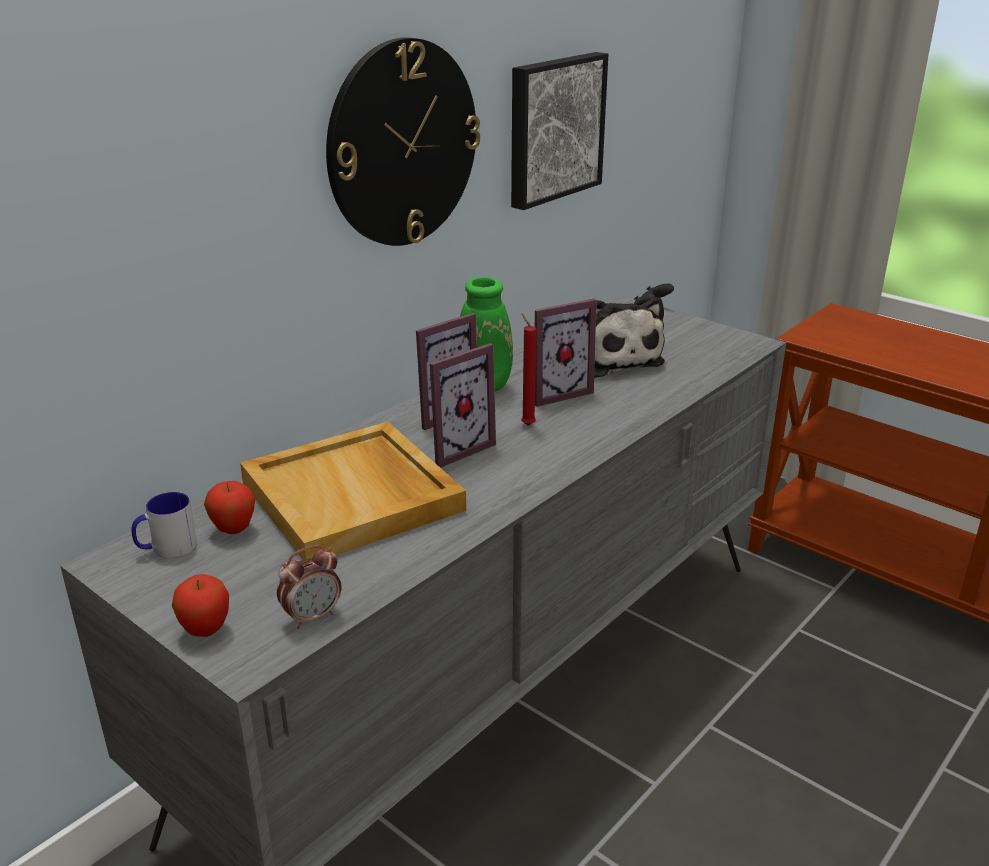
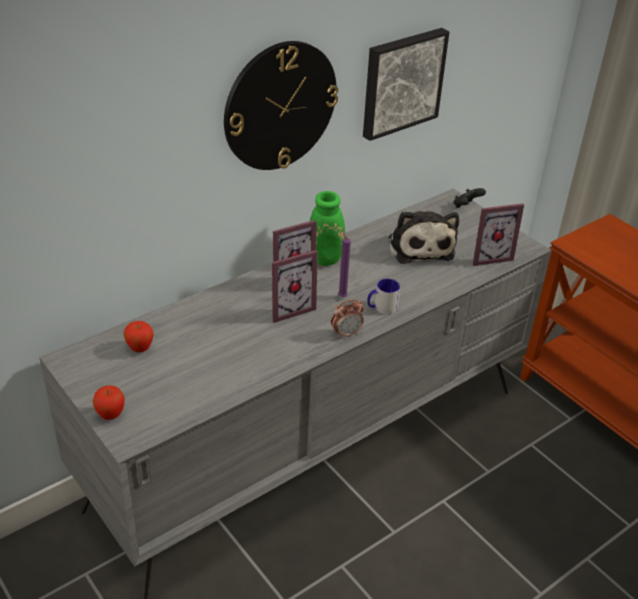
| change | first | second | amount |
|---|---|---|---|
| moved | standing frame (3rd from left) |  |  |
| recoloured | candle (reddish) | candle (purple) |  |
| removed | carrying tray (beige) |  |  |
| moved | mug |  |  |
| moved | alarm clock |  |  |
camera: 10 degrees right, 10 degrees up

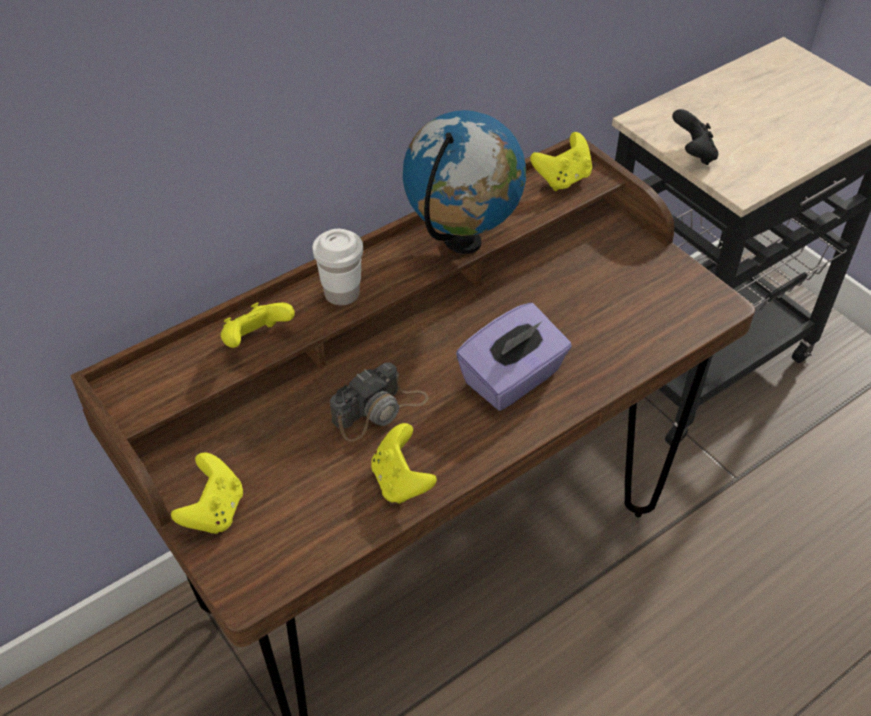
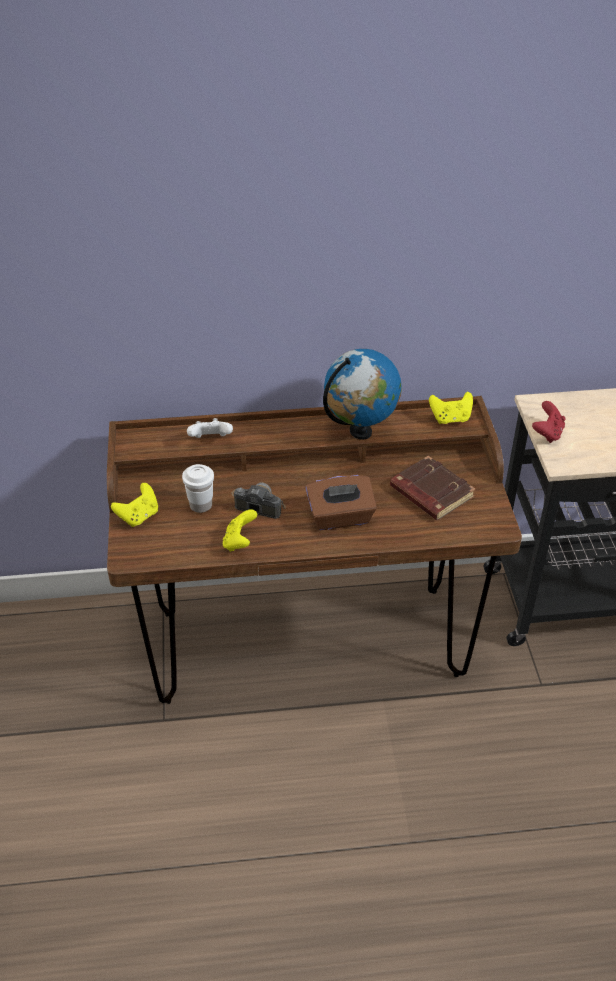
| change | first | second | amount |
|---|---|---|---|
| recoloured | game controller (black) | game controller (reddish) |  |
| moved | cup (white-coloured) |  |  |
| recoloured | game controller (yellow-coloured) (2nd from left) | game controller (white-coloured) |  |
| recoloured | tissue holder (purple) | tissue holder (brown-coloured) |  |
| turned | still camera |  | 150 degrees counterclockwise |
| added |  | volume (brown-coloured) |  |
camera: 30 degrees right, 5 degrees down

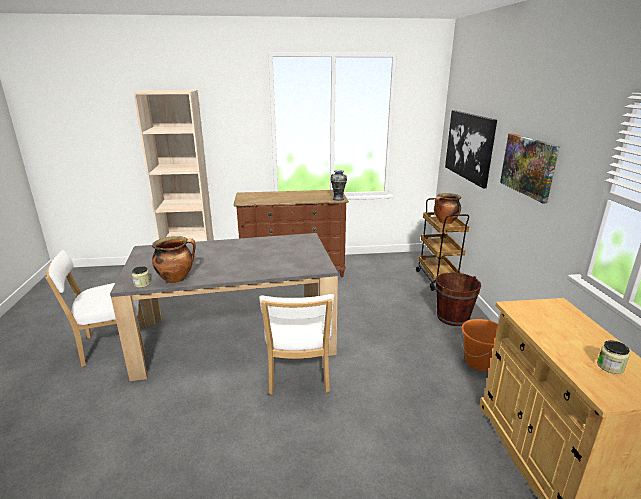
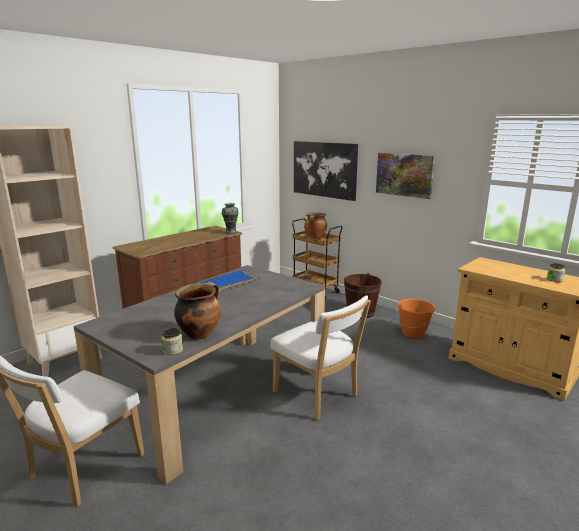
| change | first | second | amount |
|---|---|---|---|
| added |  | carrying tray (blue) |  |
camera: 40 degrees left, 5 degrees down

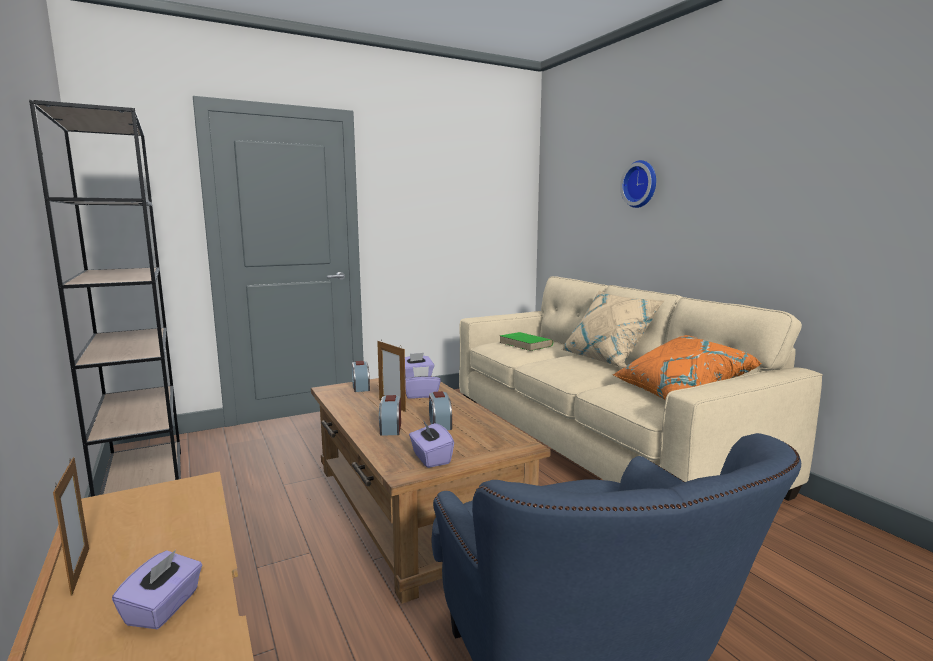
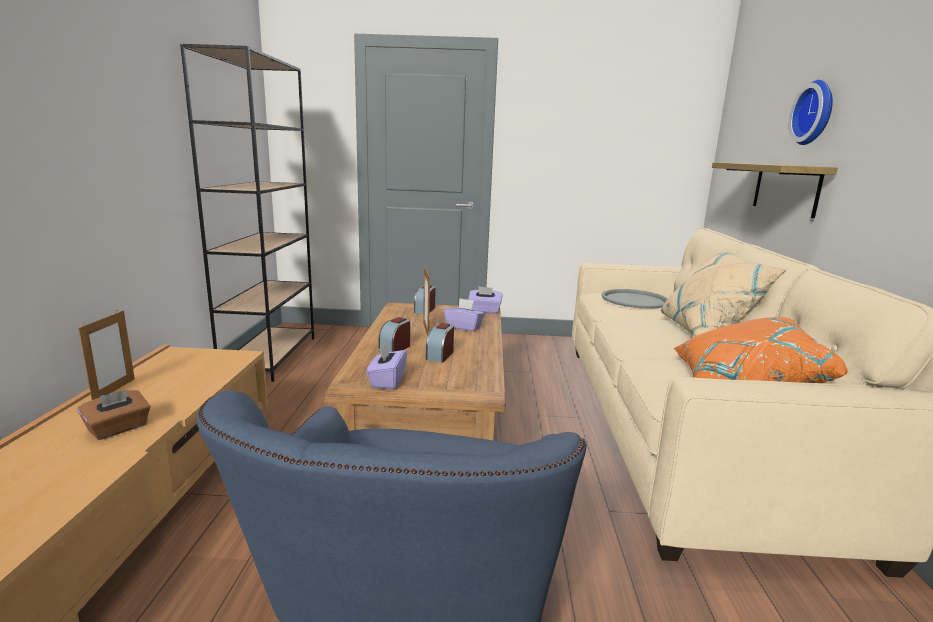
| change | first | second | amount |
|---|---|---|---|
| replaced | volume (greenish) | carrying tray (greyish) |  |
| recoloured | tissue holder (purple) (1st from left) | tissue holder (brown-coloured) |  |
| added |  | bracket shelf |  |
camera: 30 degrees right, 5 degrees up

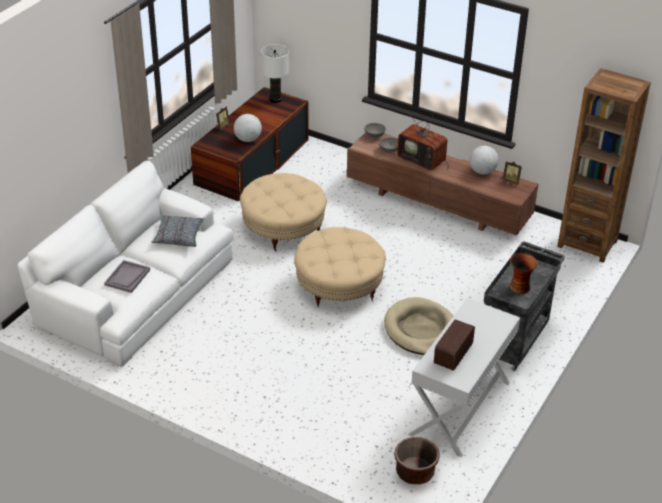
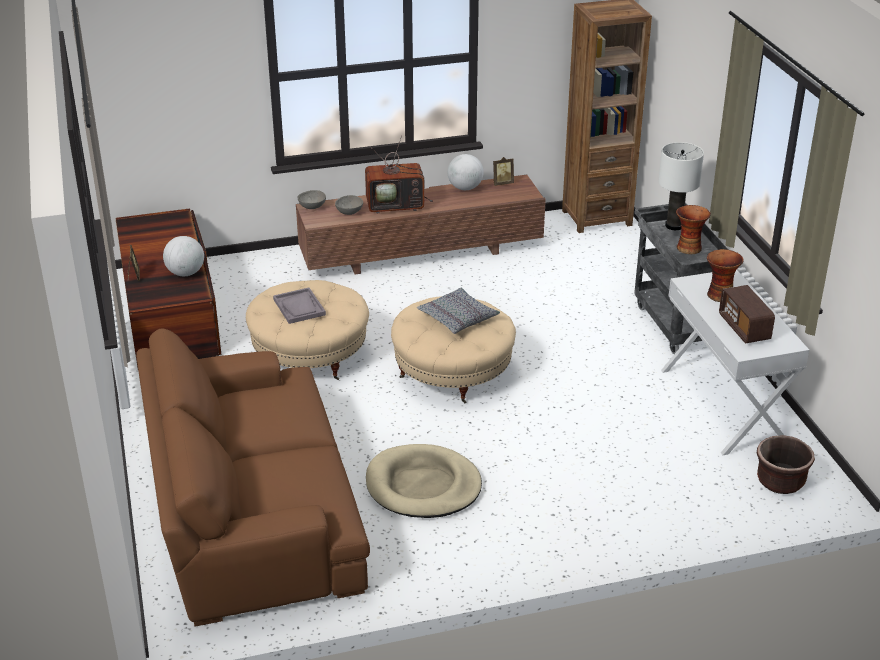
| change | first | second | amount |
|---|---|---|---|
| moved | table lamp (white-coloured) |  |  |
| recoloured | settee (white-coloured) | settee (brown-coloured) |  |
| moved | throw pillow (greyish) |  |  |
| moved | carrying tray (greyish) |  |  |
| moved | pet bed (beige) |  |  |
| added |  | vase (2nd from left) |  |
camera: 45 degrees left, 5 degrees down

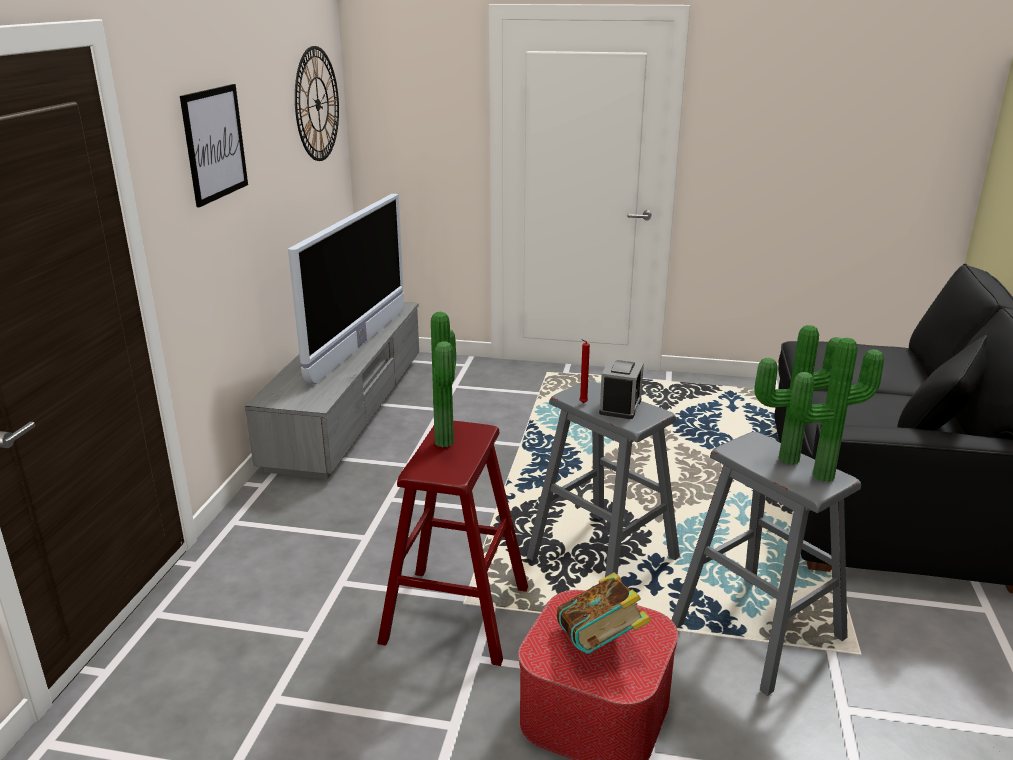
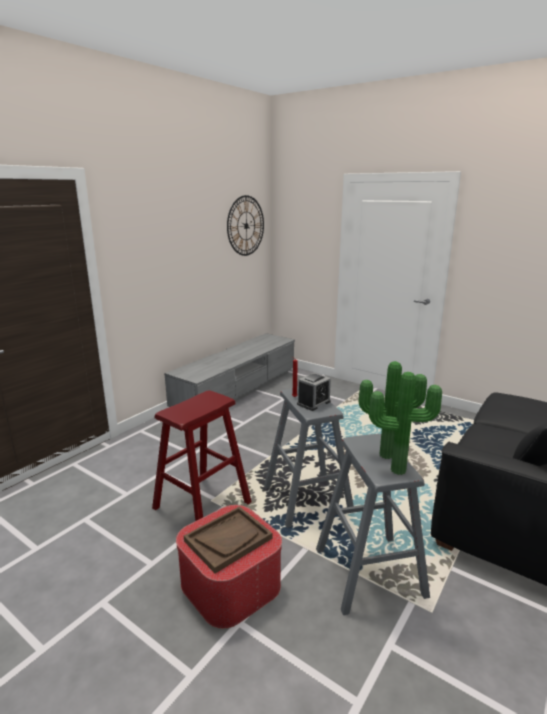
| change | first | second | amount |
|---|---|---|---|
| removed | wall art |  |  |
| removed | TV |  |  |
| removed | plant in a pot (1st from left) |  |  |
| replaced | volume | carrying tray (brown-coloured) |  |
camera: 25 degrees right, 5 degrees down

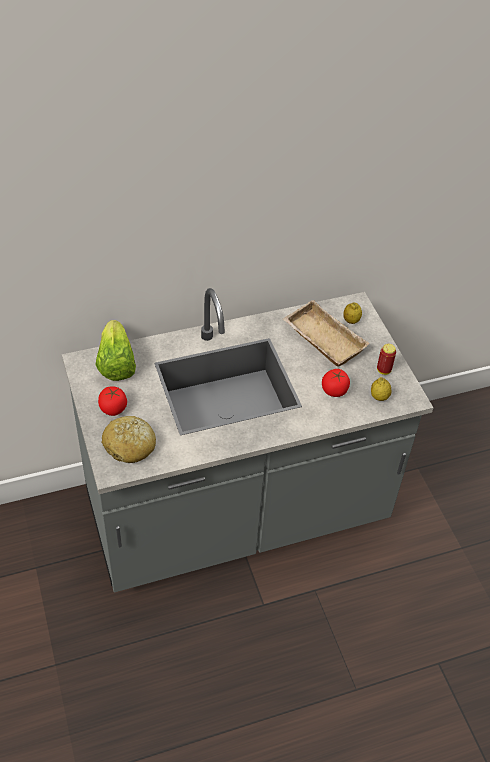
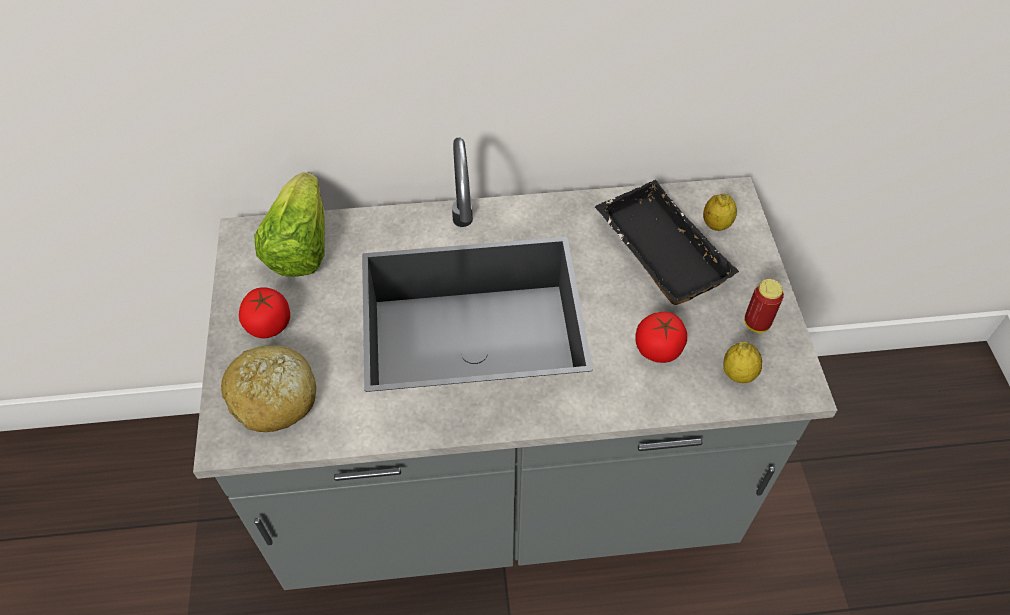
| change | first | second | amount |
|---|---|---|---|
| recoloured | carrying tray (beige) | carrying tray (black) |  |
camera: 15 degrees right, 5 degrees up

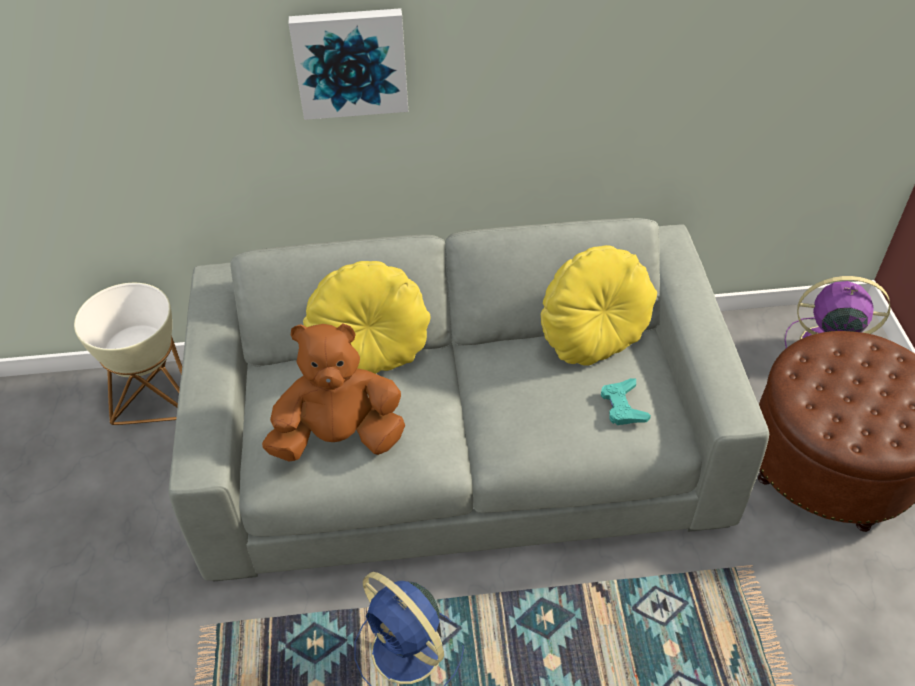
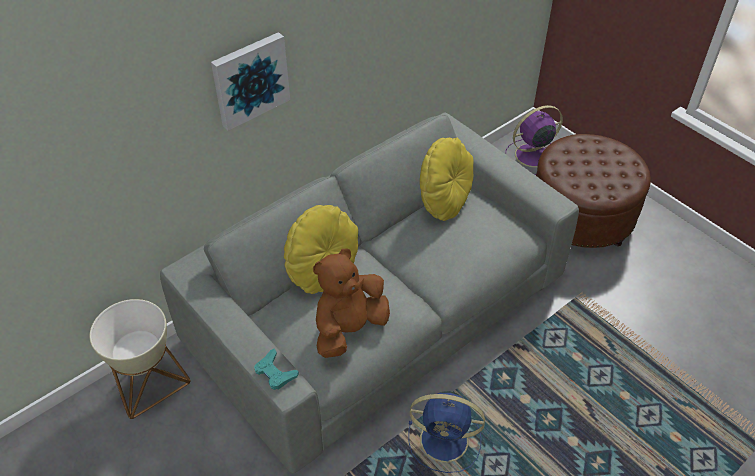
| change | first | second | amount |
|---|---|---|---|
| moved | game controller (blue-green) |  |  |
camera: 35 degrees left, 0 degrees up

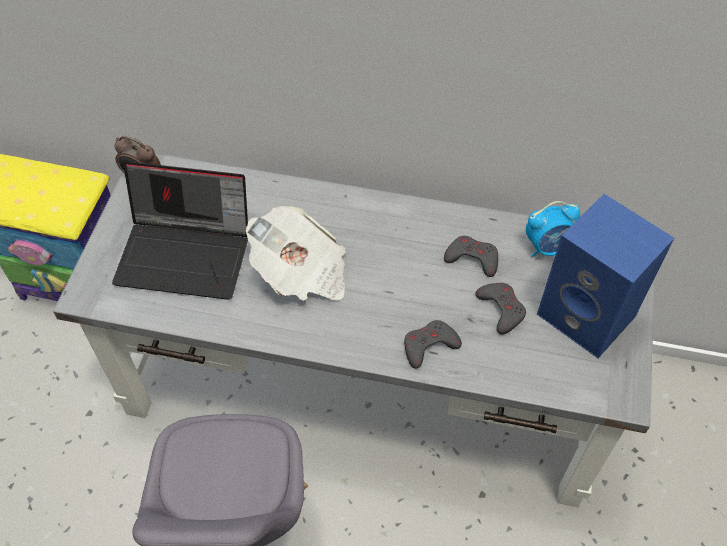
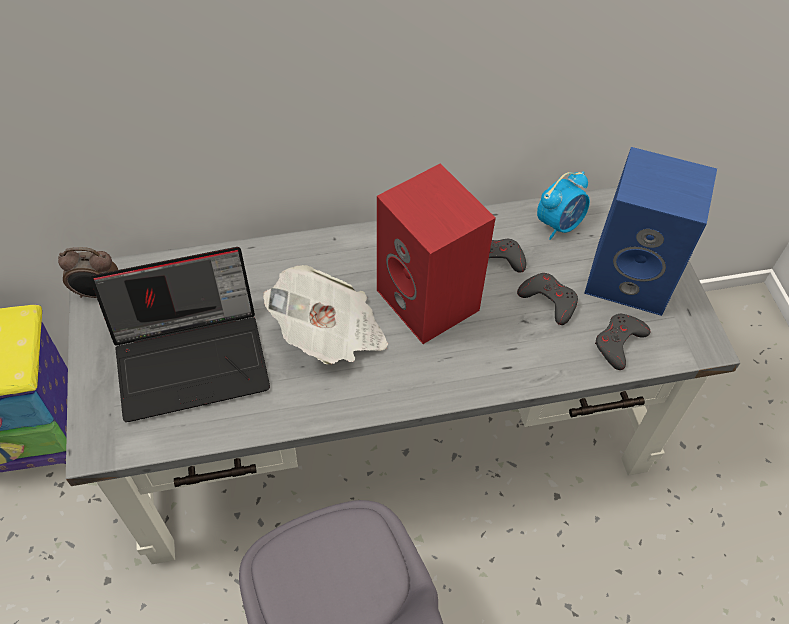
| change | first | second | amount |
|---|---|---|---|
| moved | game controller (greyish) (1st from left in the first image) | game controller (greyish) (3rd from left) |  |
| added |  | loudspeaker (reddish) |  |
camera: 25 degrees left, 0 degrees up

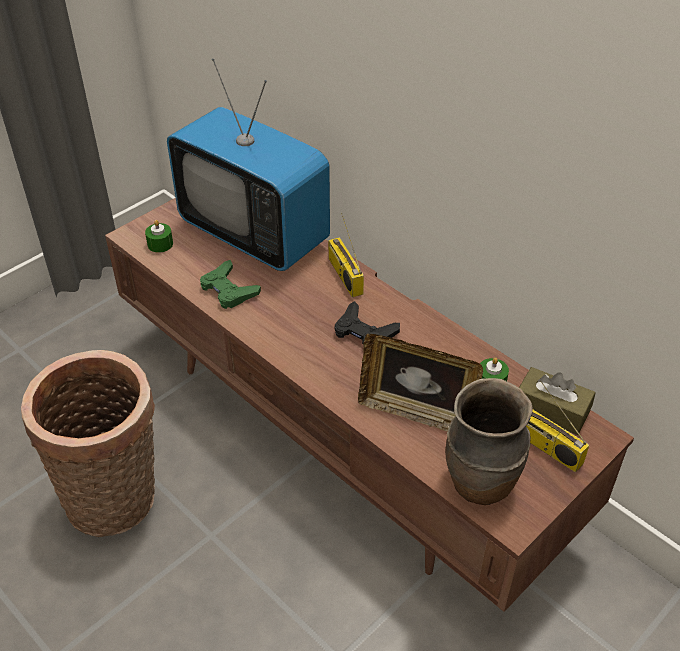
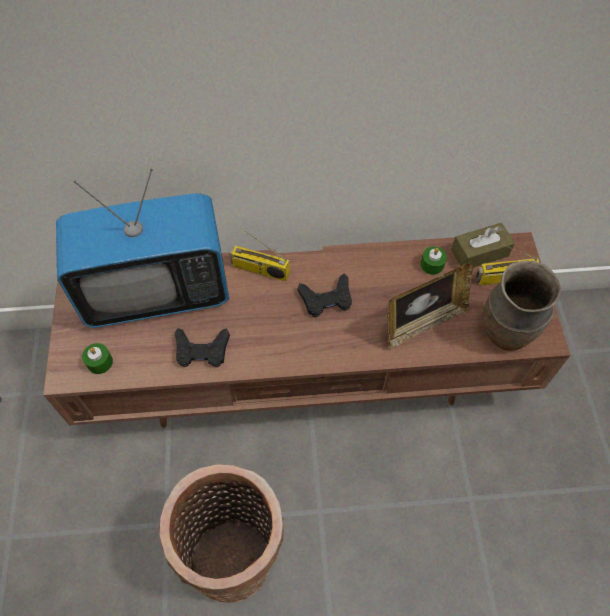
| change | first | second | amount |
|---|---|---|---|
| recoloured | game controller (greenish) | game controller (black) (1st from left) |  |
camera: 50 degrees left, 15 degrees up

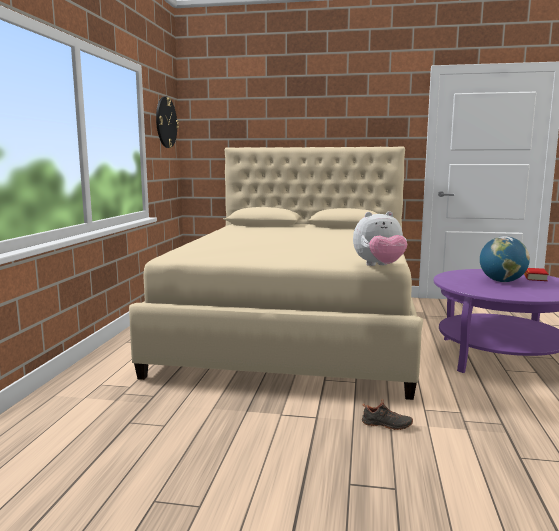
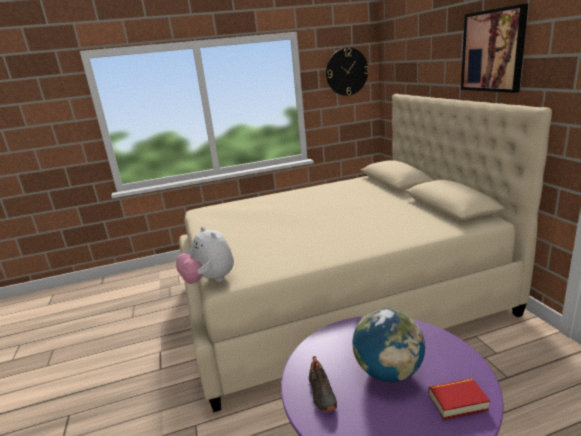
| change | first | second | amount |
|---|---|---|---|
| moved | item of footwear (black) |  |  |
| added |  | wall art |  |
camera: 65 degrees right, 10 degrees up

